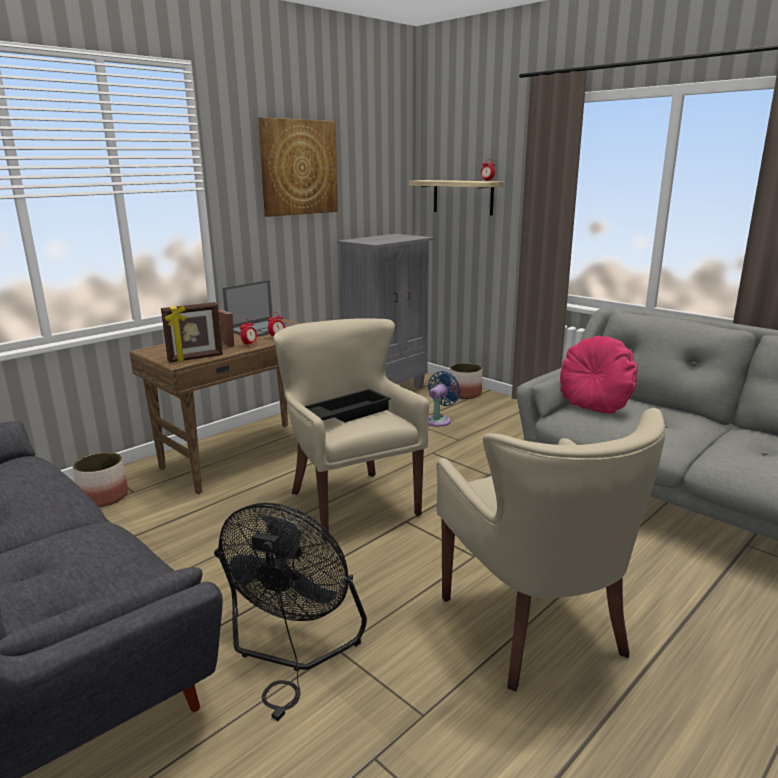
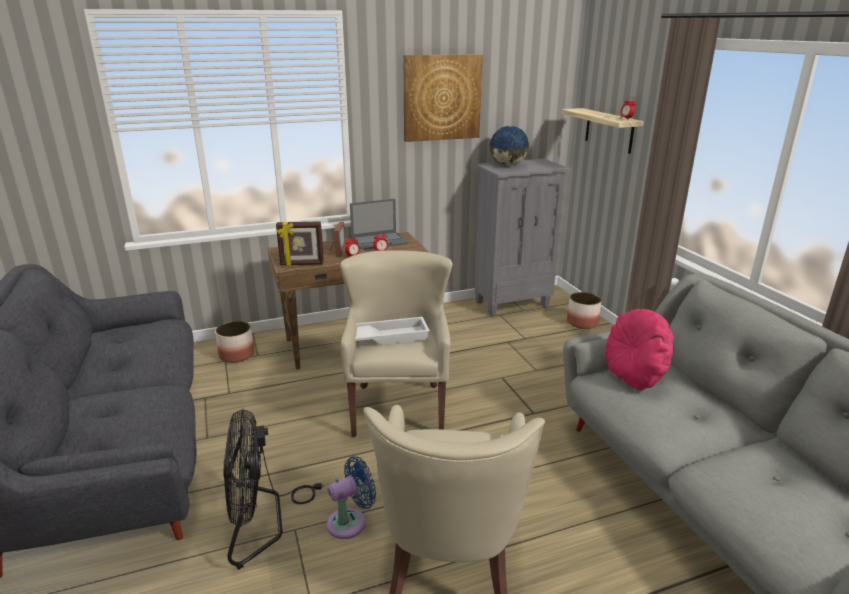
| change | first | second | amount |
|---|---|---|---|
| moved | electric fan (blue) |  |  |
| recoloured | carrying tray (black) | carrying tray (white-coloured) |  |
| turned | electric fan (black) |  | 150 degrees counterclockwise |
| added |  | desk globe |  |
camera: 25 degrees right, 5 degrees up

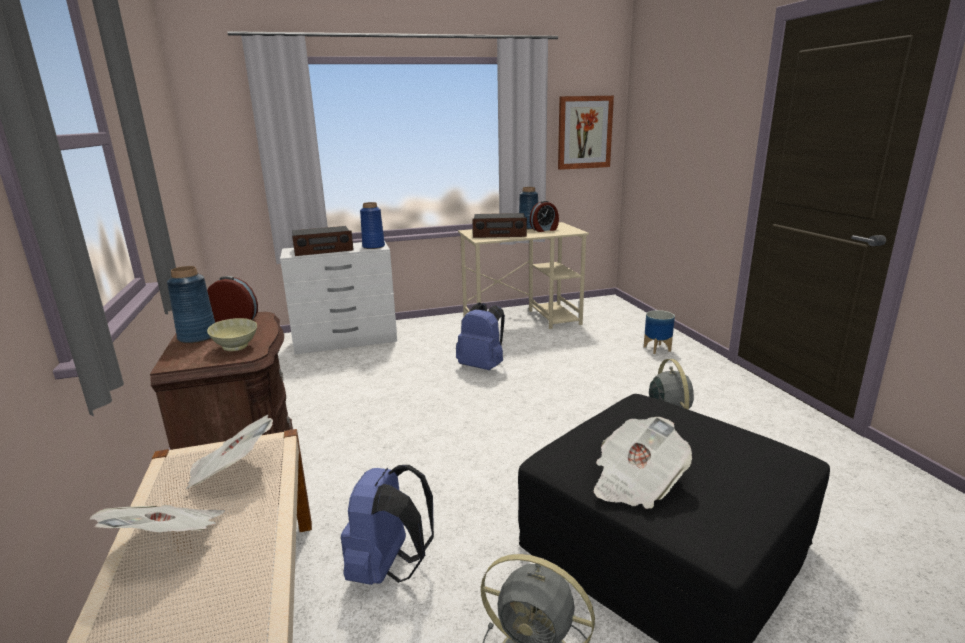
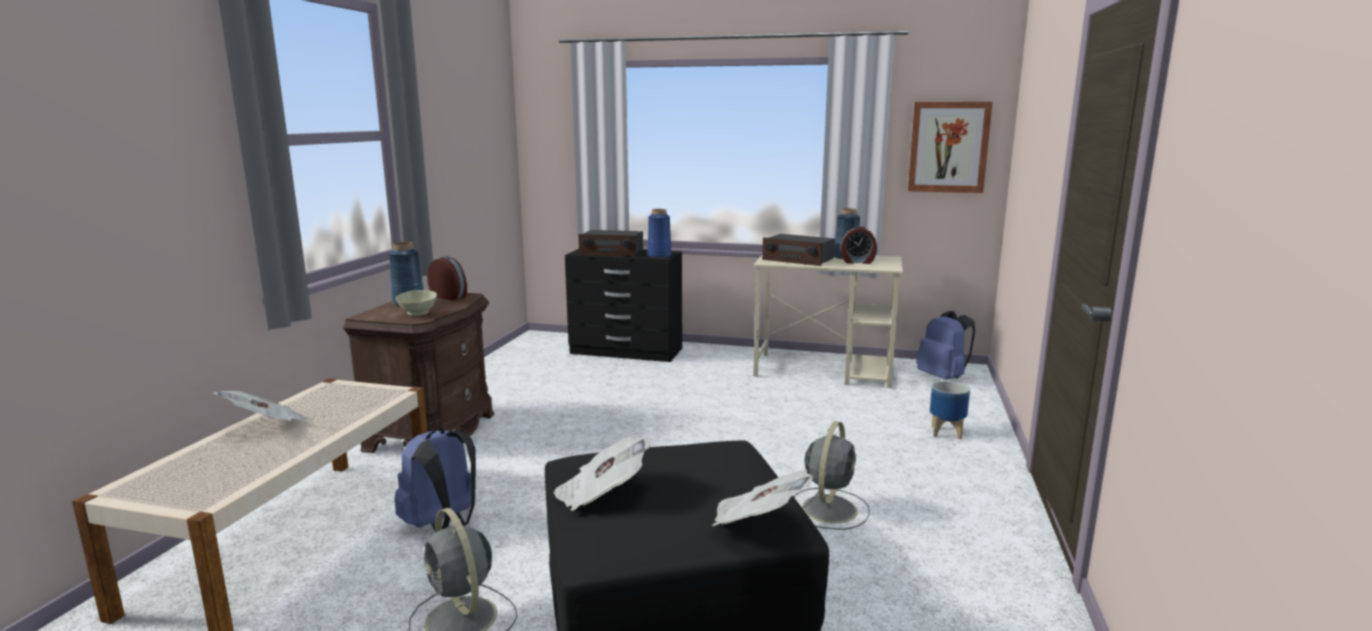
| change | first | second | amount |
|---|---|---|---|
| recoloured | drawer chest (white-coloured) | drawer chest (black) |  |
| moved | backpack (blue) (2nd from left) |  |  |
| moved | daily paper (2nd from left in the first image) | daily paper (3rd from left) |  |
camera: 30 degrees right, 5 degrees down

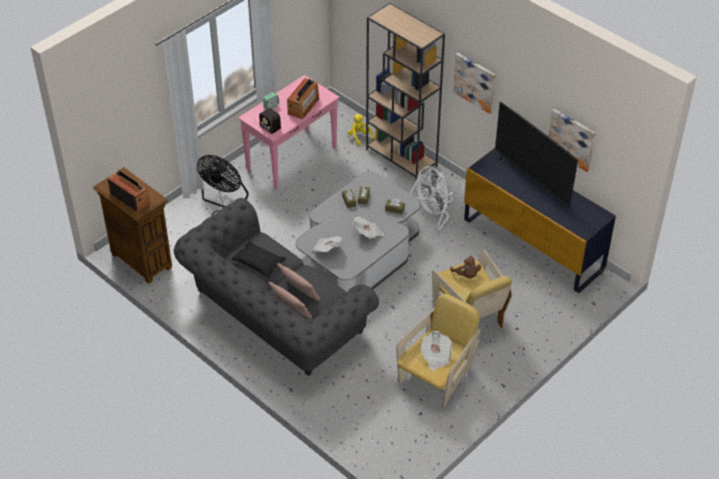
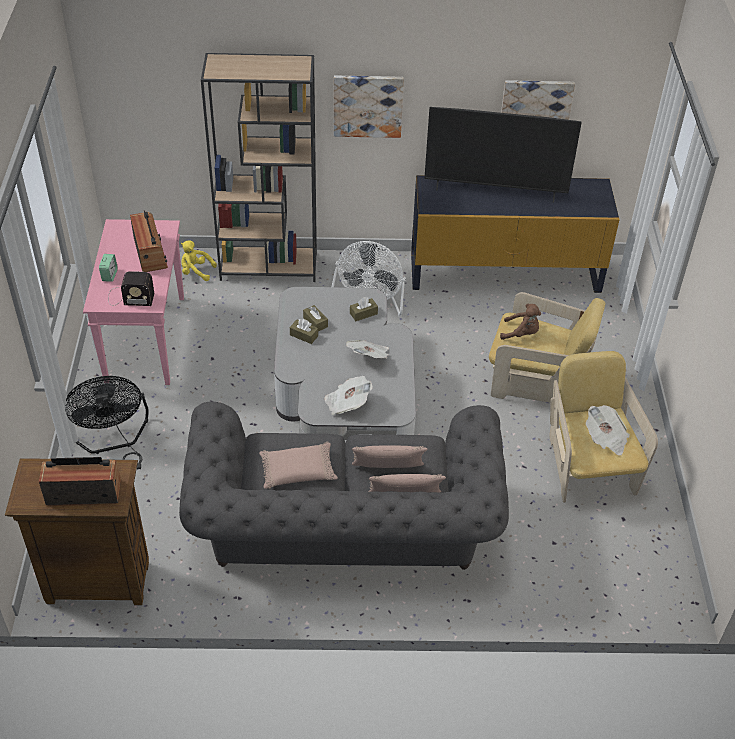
| change | first | second | amount |
|---|---|---|---|
| recoloured | throw pillow (black) | throw pillow (beige) (1st from left) |  |
camera: 45 degrees left, 0 degrees up

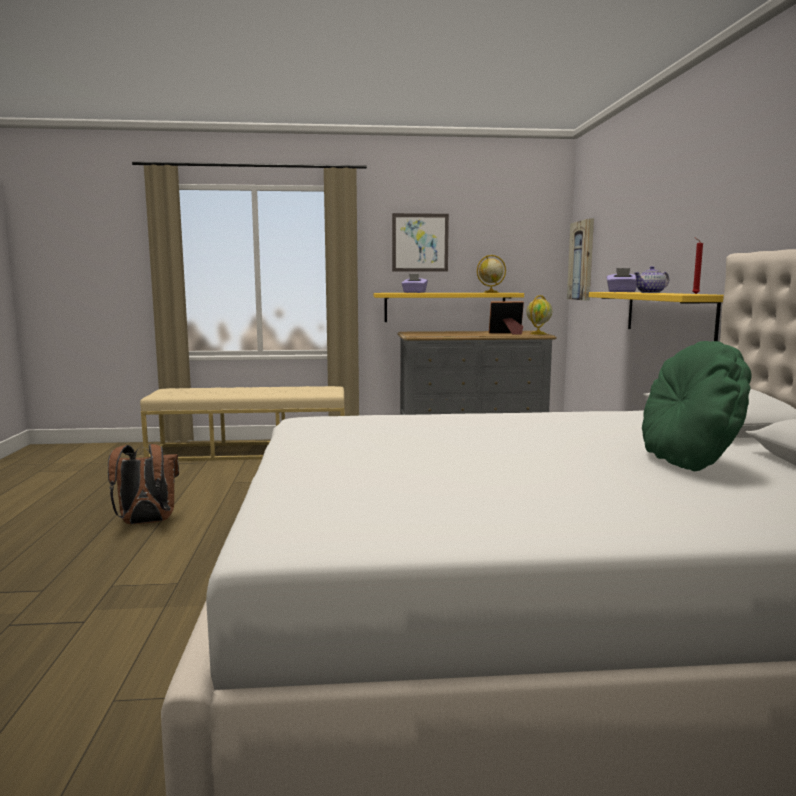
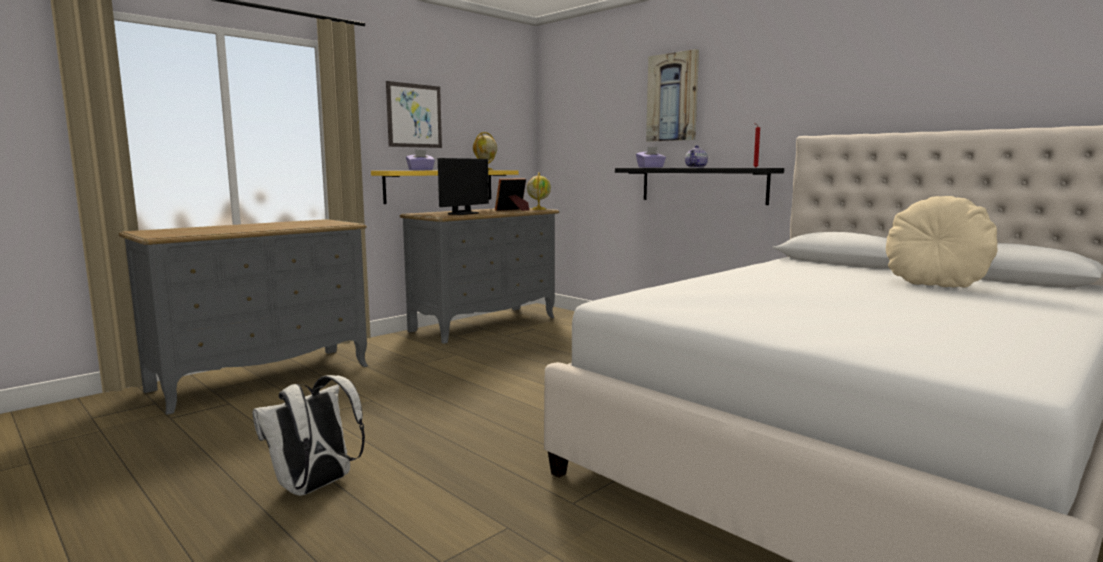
| change | first | second | amount |
|---|---|---|---|
| moved | wall art (2nd from left) |  |  |
| recoloured | bracket shelf (yellow-coloured) (2nd from left) | bracket shelf (black) |  |
| recoloured | throw pillow (greenish) | throw pillow (beige) |  |
| replaced | long seat (beige) | drawer chest (greyish) (1st from left) |  |
| recoloured | backpack (brown-coloured) | backpack (white-coloured) |  |
| added |  | computer display |  |
camera: 40 degrees left, 0 degrees up

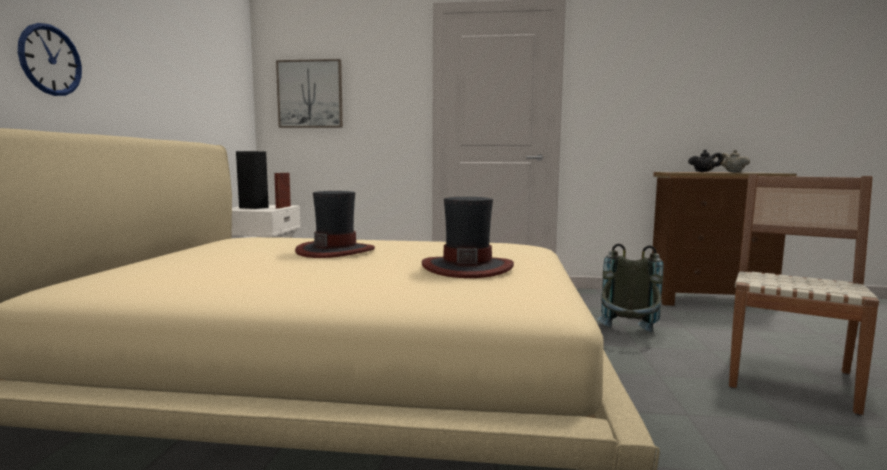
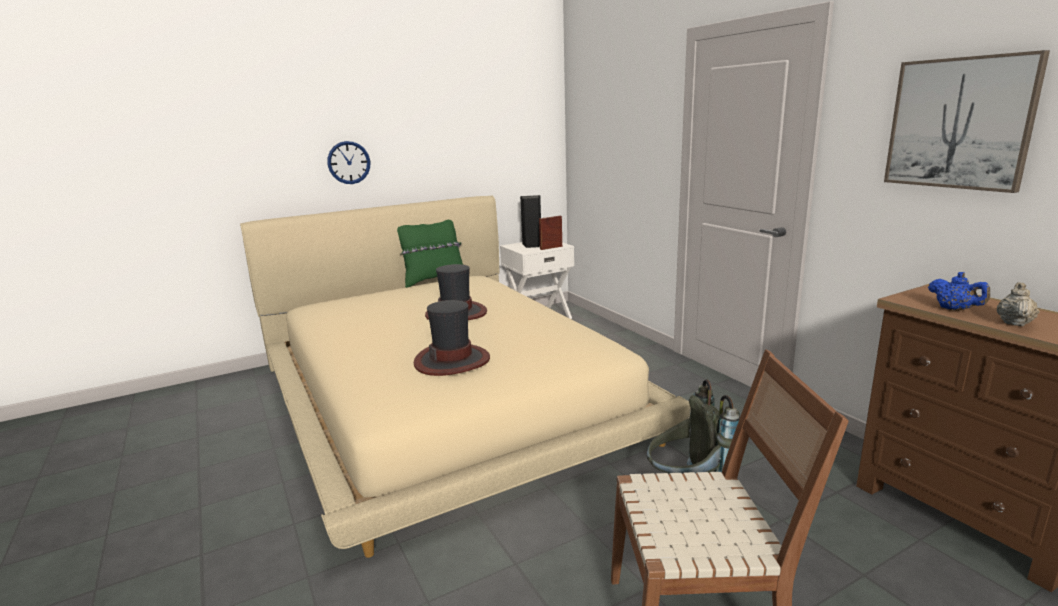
| change | first | second | amount |
|---|---|---|---|
| moved | wall art |  |  |
| recoloured | pot for tea (black) | pot for tea (blue) |  |
| added |  | throw pillow (greenish) |  |
camera: 55 degrees right, 10 degrees up

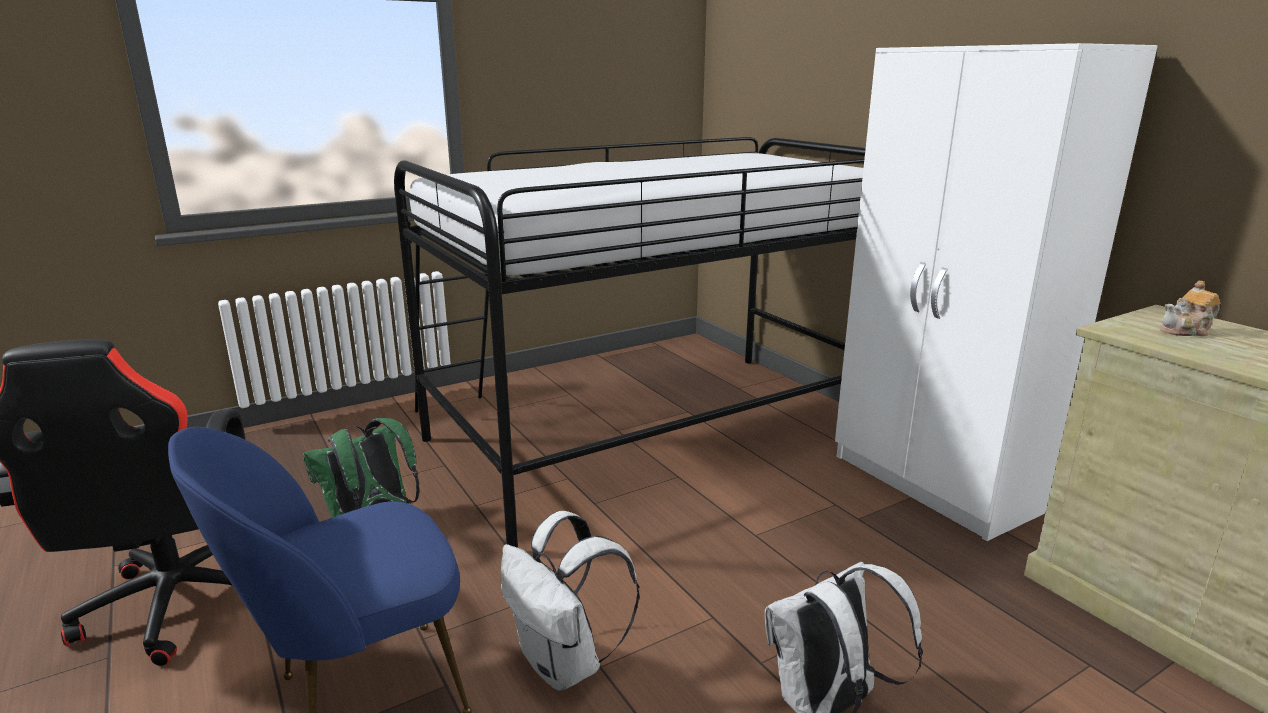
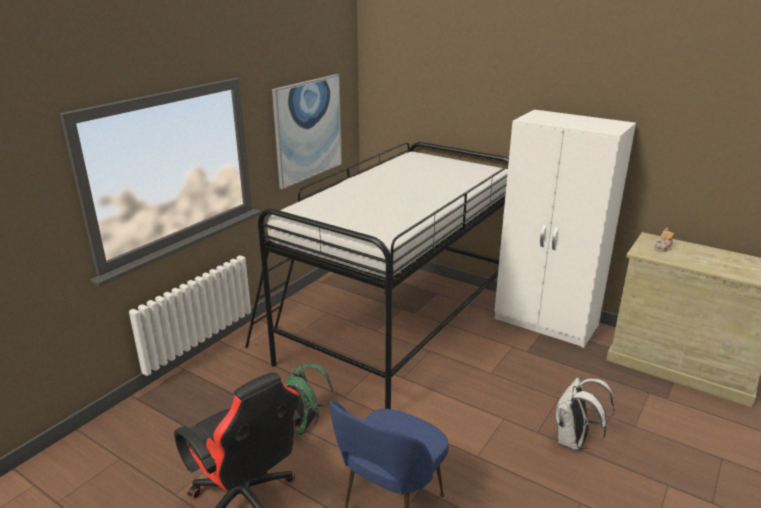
| change | first | second | amount |
|---|---|---|---|
| removed | backpack (white-coloured) (1st from left) |  |  |
| added |  | wall art |  |
camera: 25 degrees left, 5 degrees up

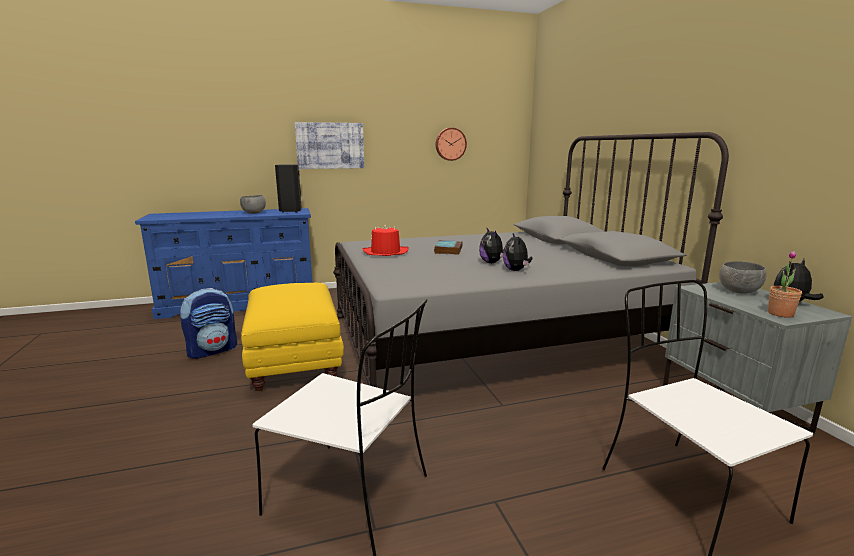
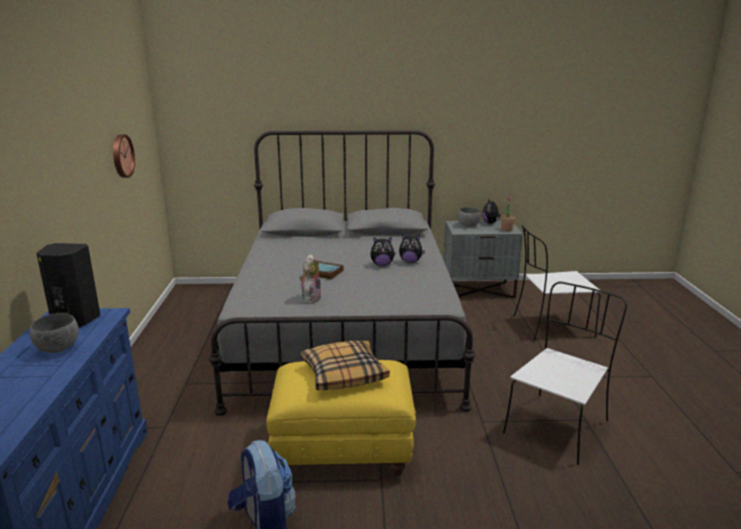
| change | first | second | amount |
|---|---|---|---|
| removed | wall art |  |  |
| replaced | clothing hat (reddish) | soft toy (1st from left) |  |
| added |  | throw pillow |  |
camera: 75 degrees left, 5 degrees up

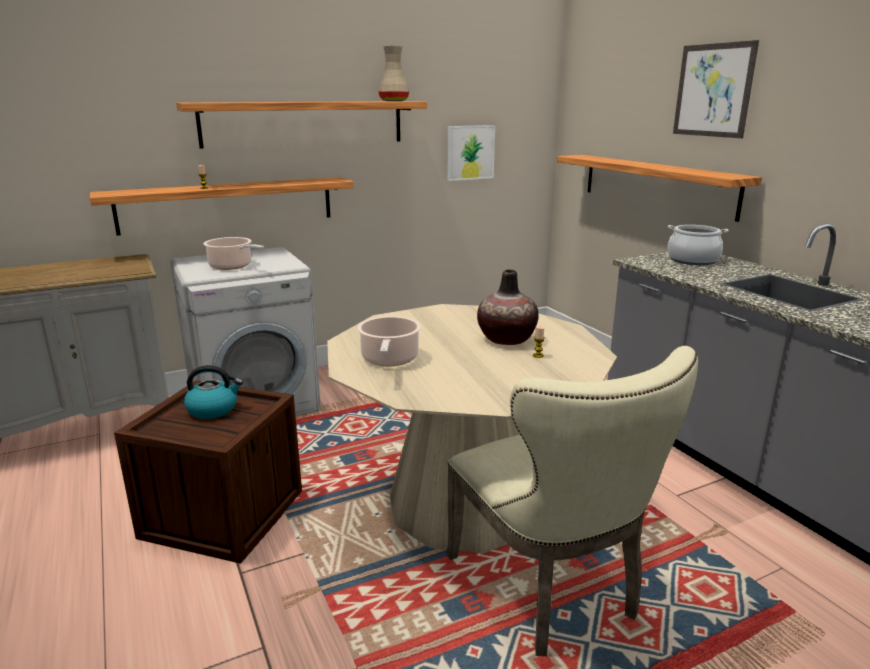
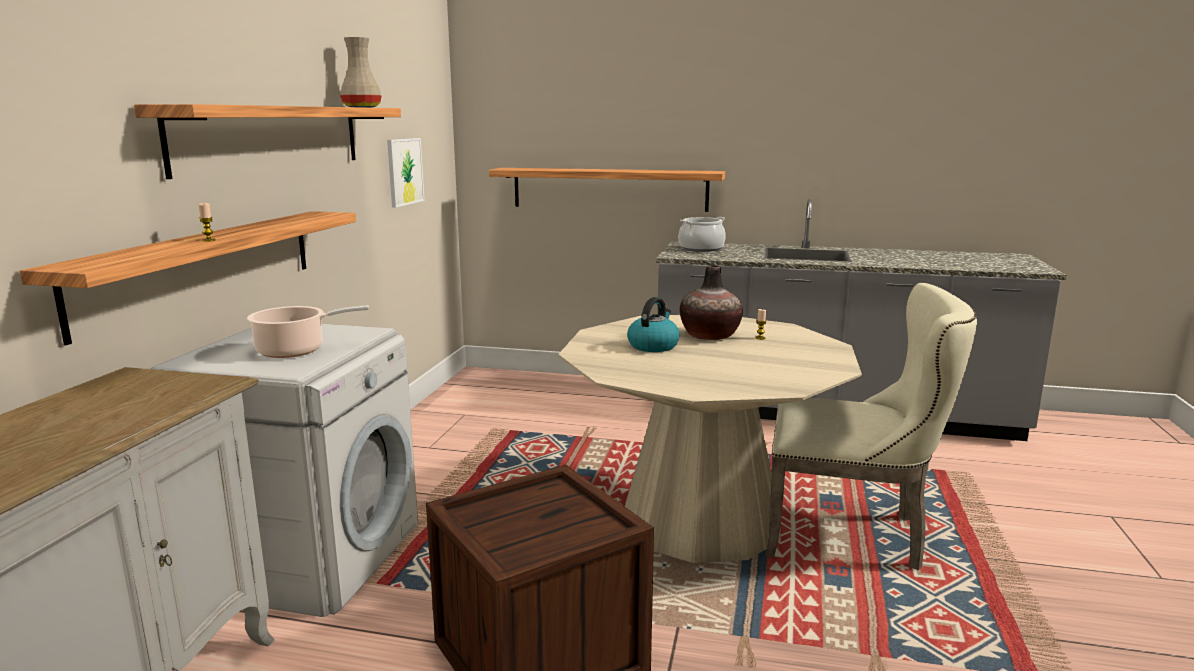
| change | first | second | amount |
|---|---|---|---|
| removed | wall art (2nd from left) |  |  |
| removed | saucepot (2nd from left) |  |  |
| moved | tea kettle |  |  |
camera: 50 degrees left, 5 degrees down

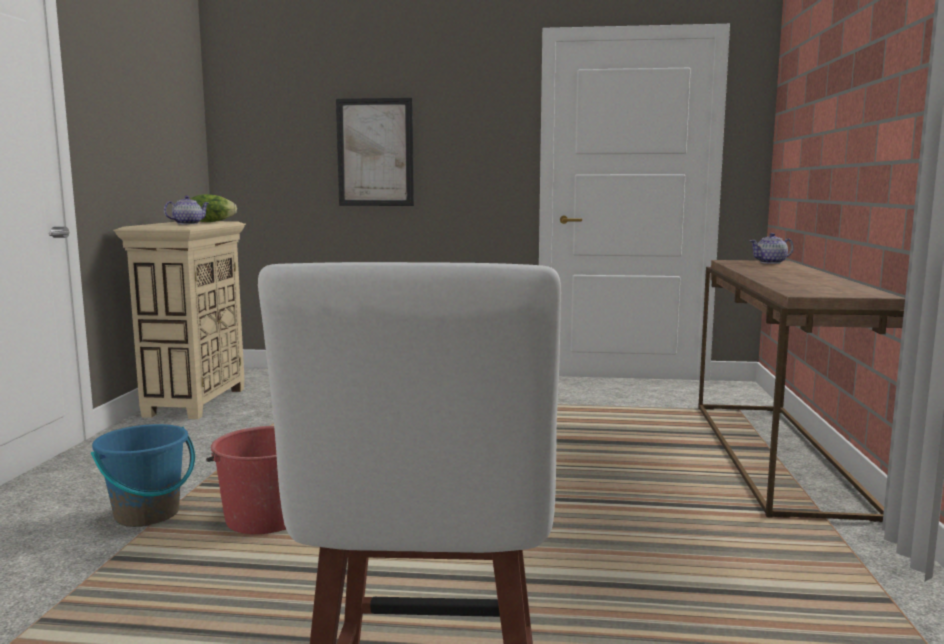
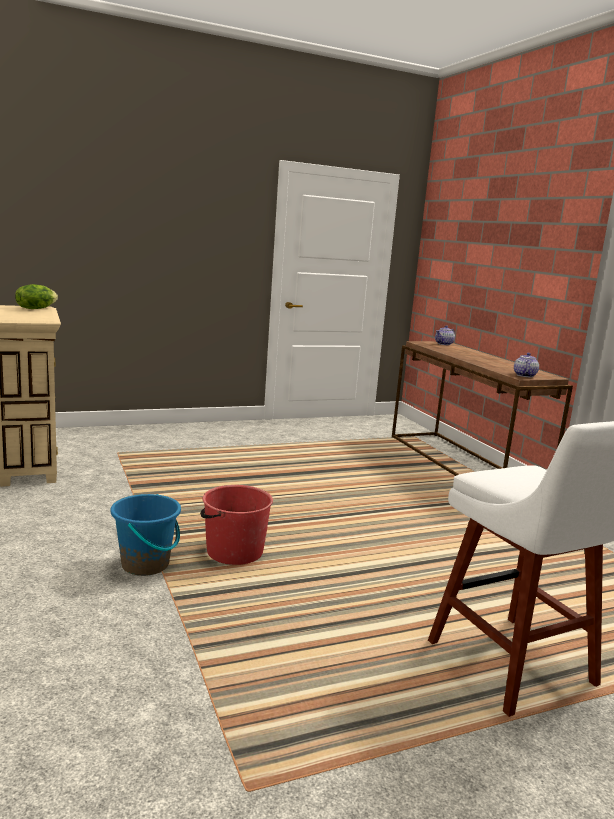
| change | first | second | amount |
|---|---|---|---|
| removed | wall art |  |  |
| moved | pot for tea (1st from left in the first image) | pot for tea (2nd from left) |  |
camera: 30 degrees left, 5 degrees up

